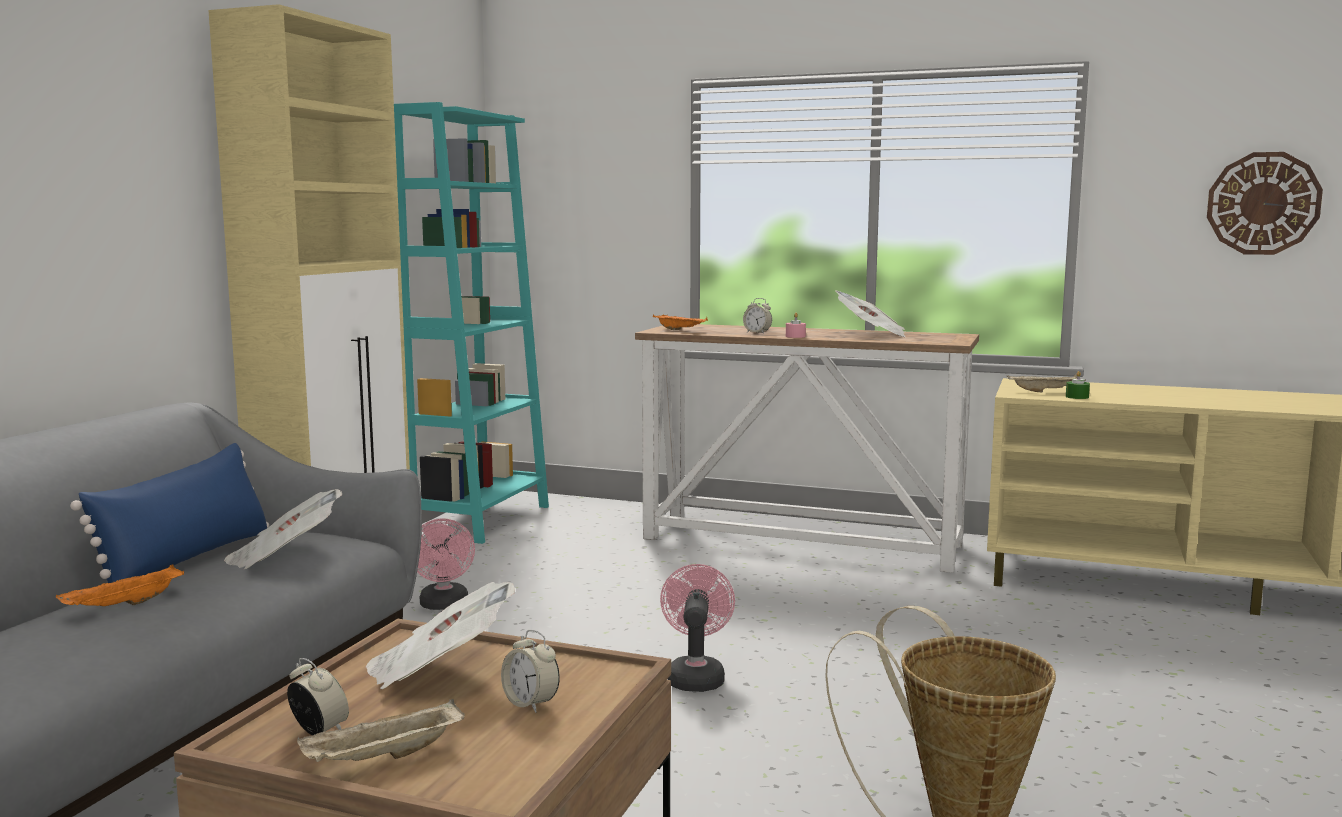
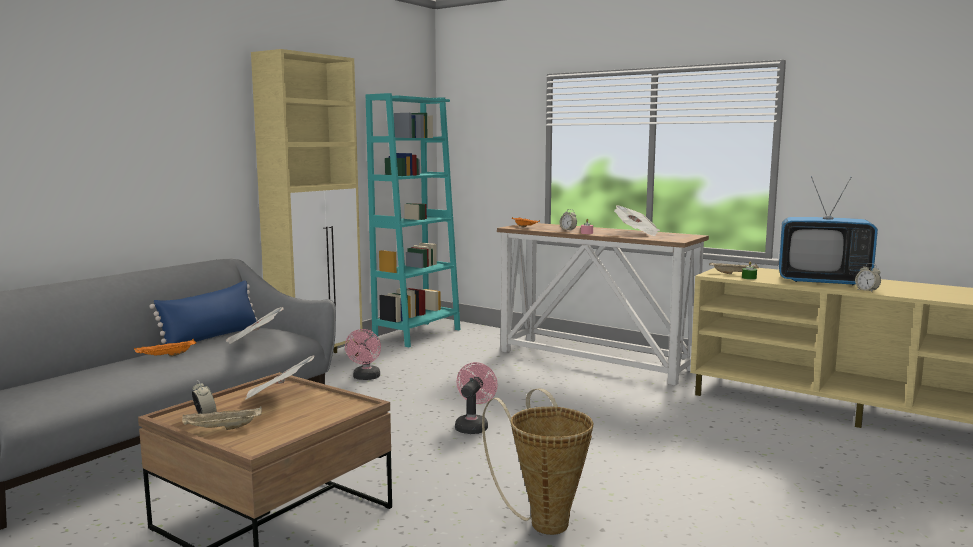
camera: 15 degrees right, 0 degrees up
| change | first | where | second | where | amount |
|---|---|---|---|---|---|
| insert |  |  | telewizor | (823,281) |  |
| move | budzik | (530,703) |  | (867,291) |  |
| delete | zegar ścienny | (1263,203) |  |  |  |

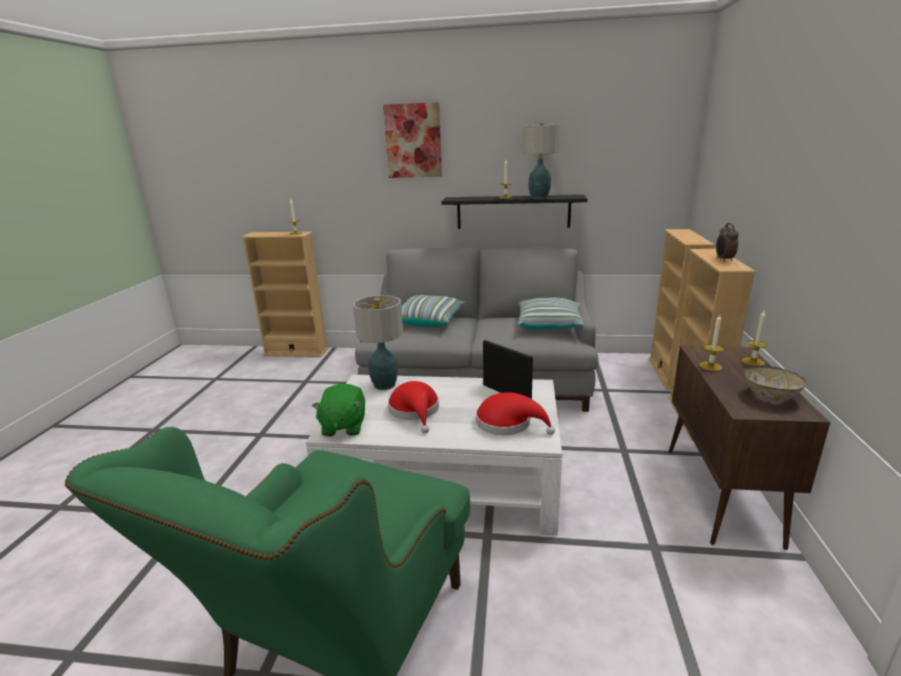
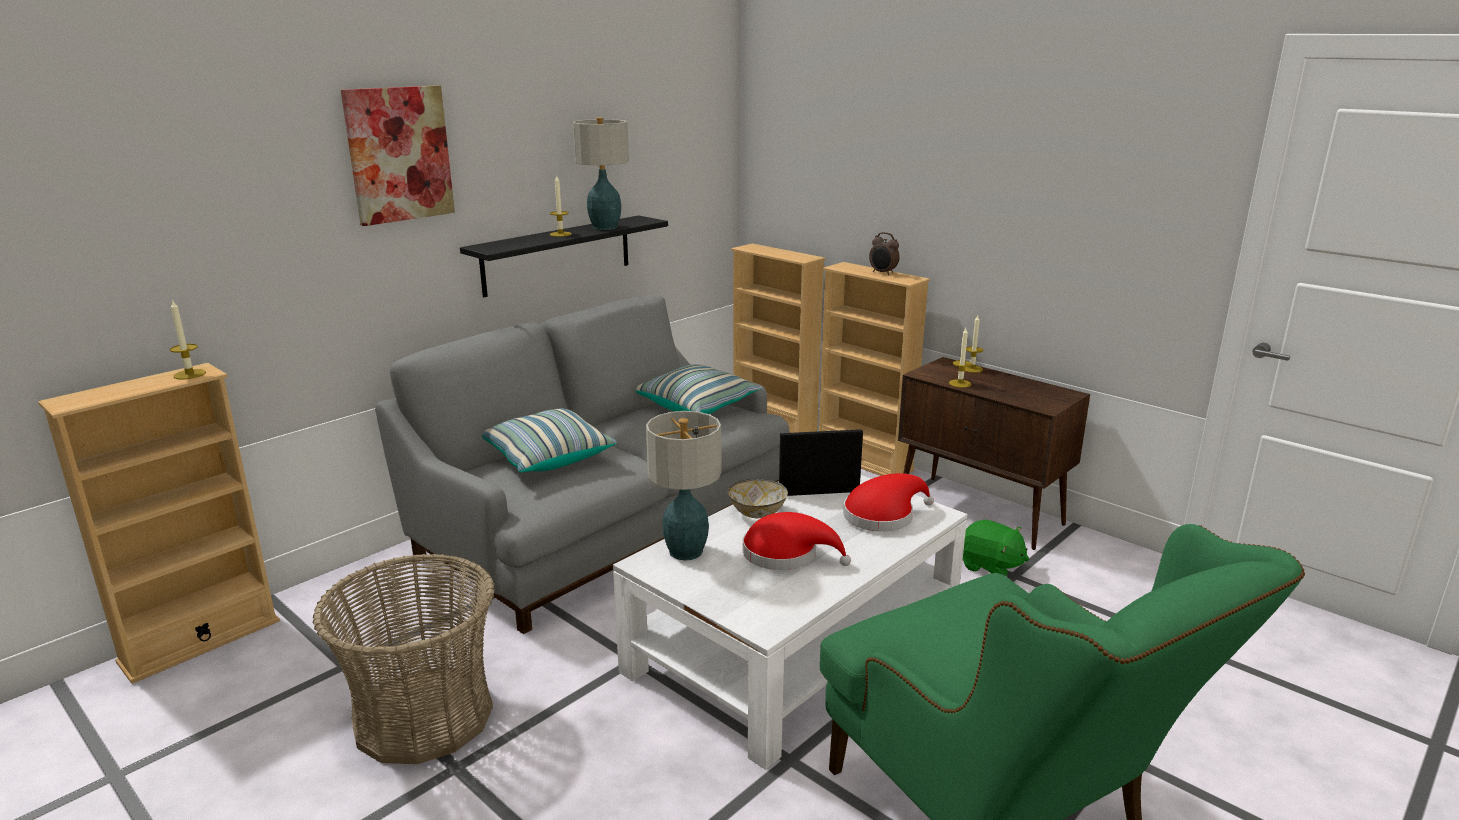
camera: 55 degrees left, 0 degrees up
| change | first | where | second | where | amount |
|---|---|---|---|---|---|
| insert |  |  | koszyk | (424,716) |  |
| move | miska | (769,396) |  | (757,513) |  |
| move | pluszak [zielony] | (343,426) |  | (990,566) |  |

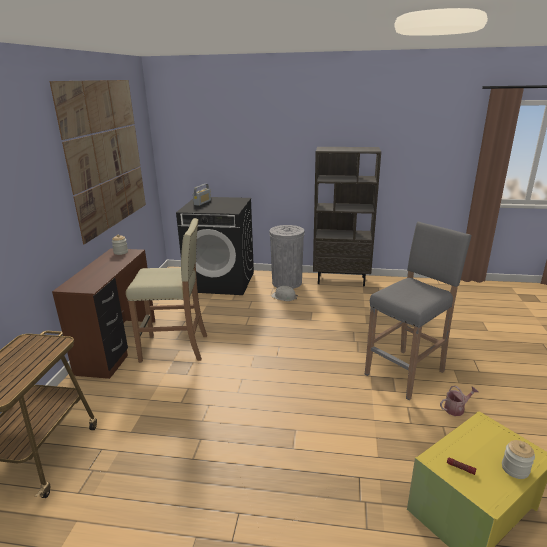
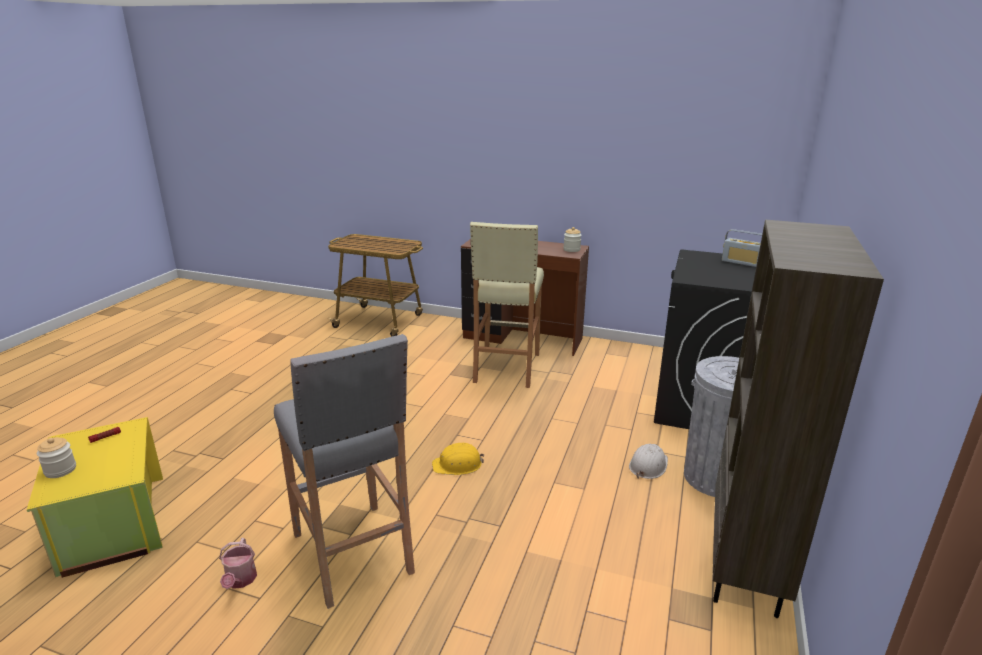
camera: 100 degrees right, 0 degrees up
| change | first | where | second | where | amount |
|---|---|---|---|---|---|
| insert |  |  | kask [żółty] | (458,465) |  |
| delete | obraz | (106,155) |  |  |  |

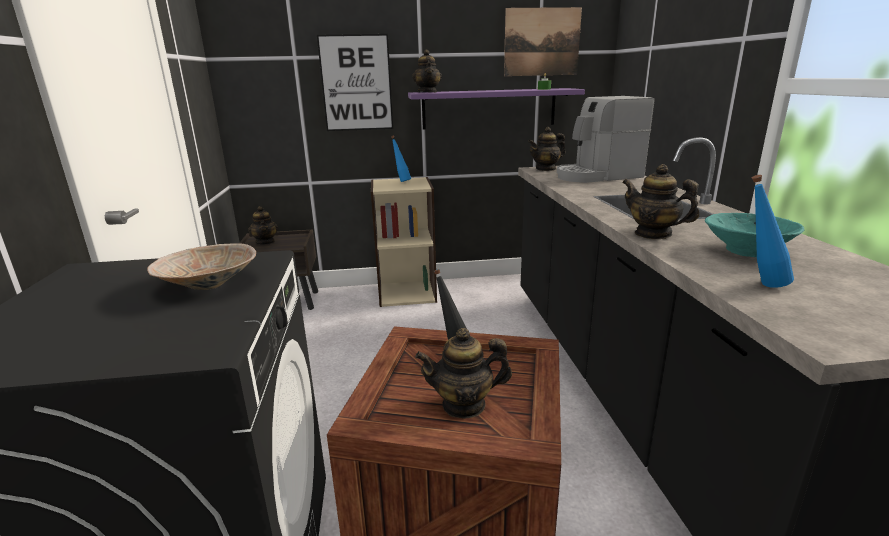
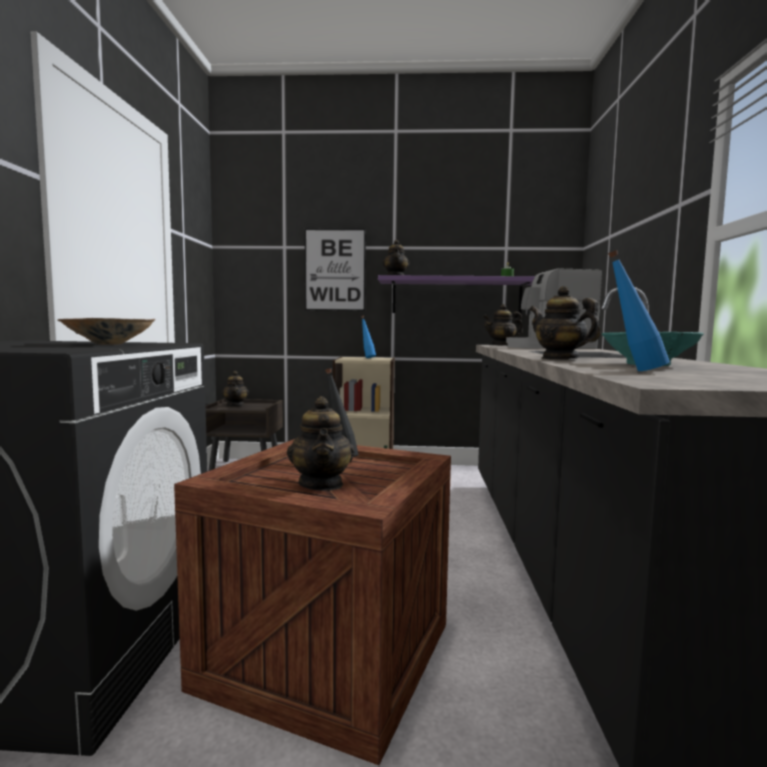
camera: 10 degrees right, 15 degrees down
| change | first | where | second | where | amount |
|---|---|---|---|---|---|
| rotate | imbryk | (464,405) |  | (321,484) | 105 degrees counterclockwise |
| delete | obraz | (542,42) |  |  |  |

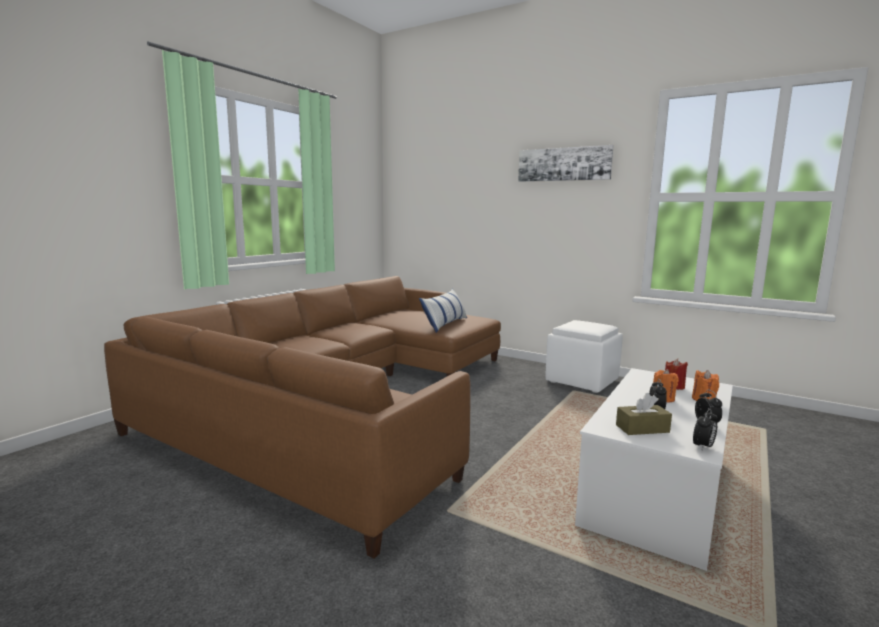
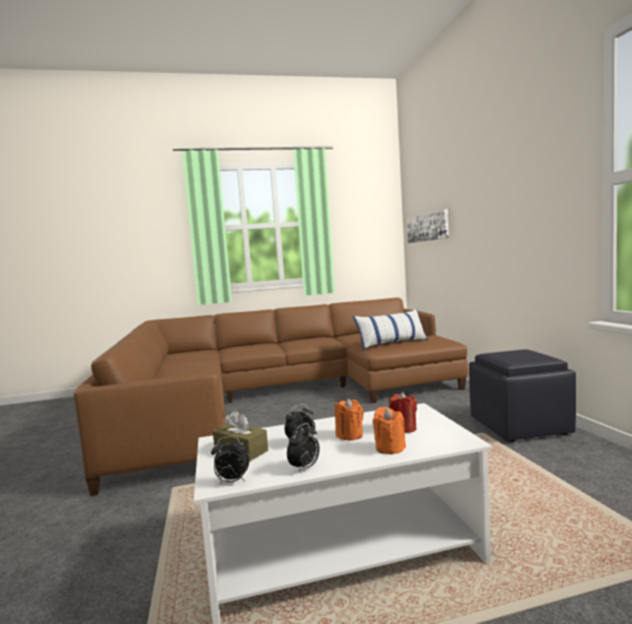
camera: 45 degrees right, 5 degrees down
| change | first | where | second | where | amount |
|---|---|---|---|---|---|
| move | obraz | (564,164) |  | (427,227) |  |
| recolor | pufa [biały] | (581,381) | pufa [czarny] | (518,426) |  |

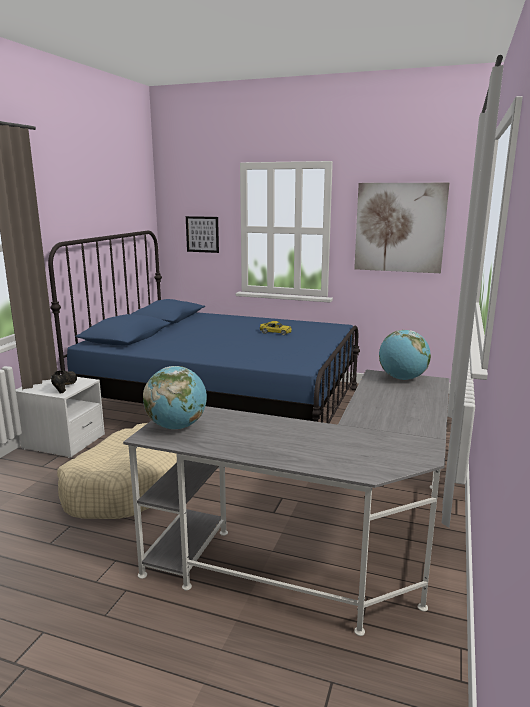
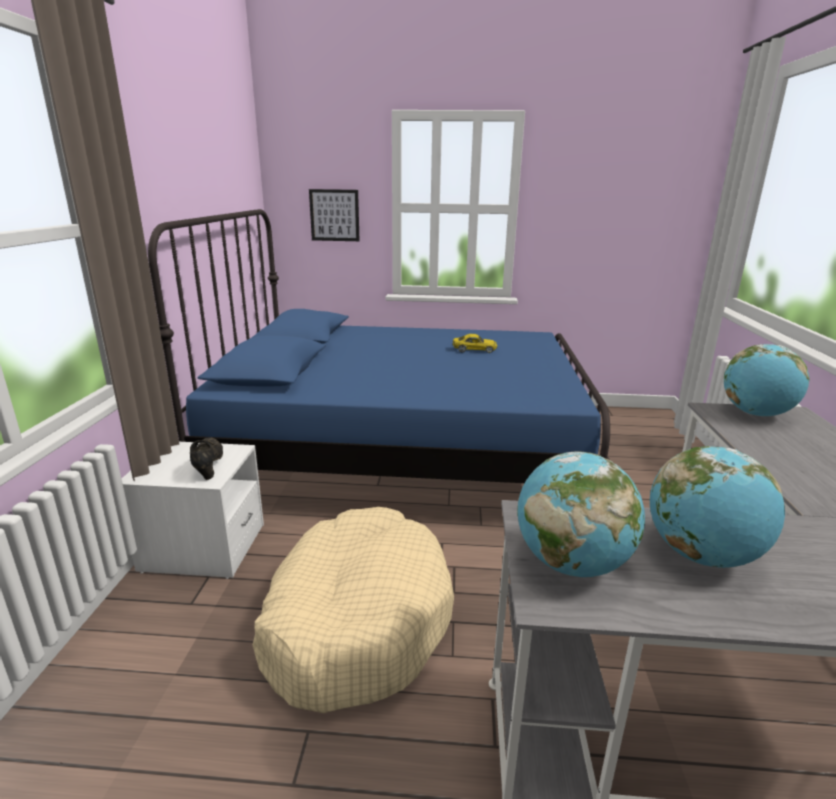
camera: 15 degrees left, 5 degrees up
| change | first | where | second | where | amount |
|---|---|---|---|---|---|
| insert |  |  | globus | (701,555) |  |
| delete | obraz | (399,227) |  |  |  |

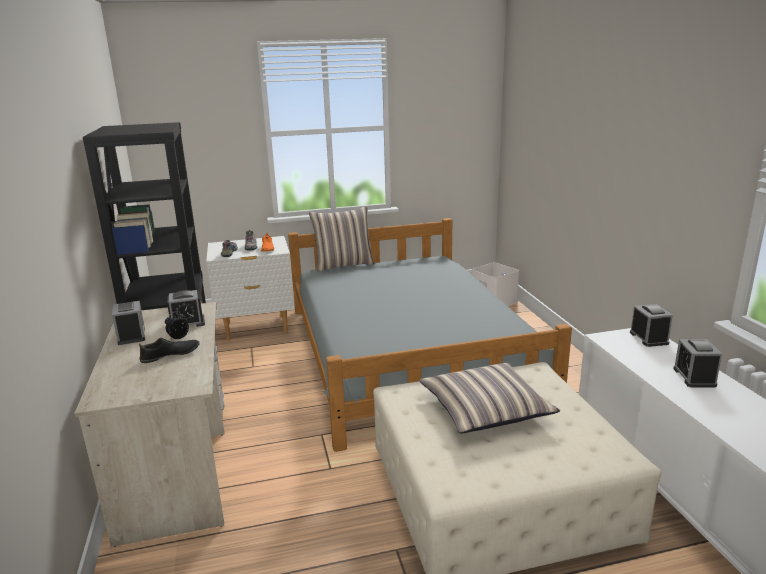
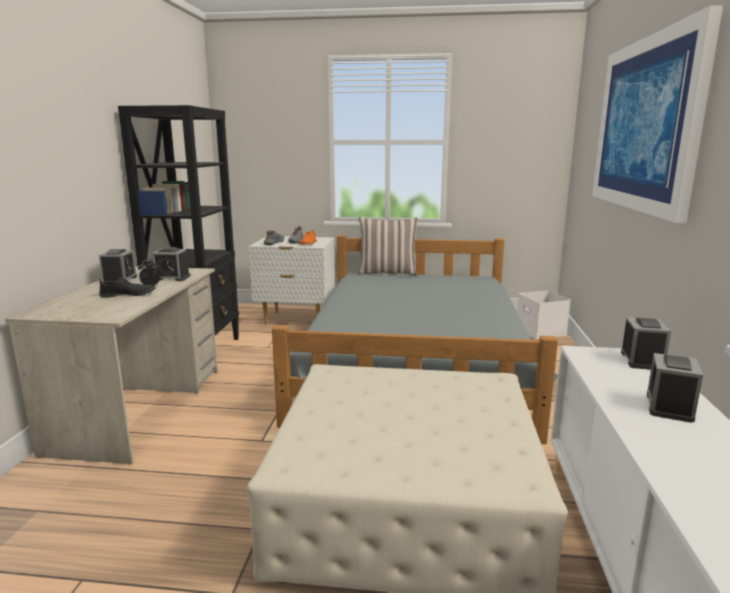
camera: 20 degrees right, 5 degrees down
| change | first | where | second | where | amount |
|---|---|---|---|---|---|
| insert |  |  | obraz | (645,125) |  |
| delete | poduszka | (485,409) |  |  |  |

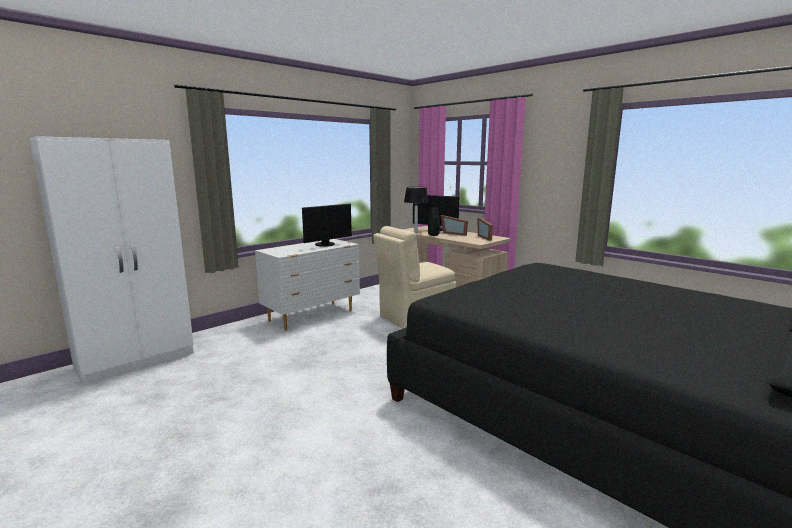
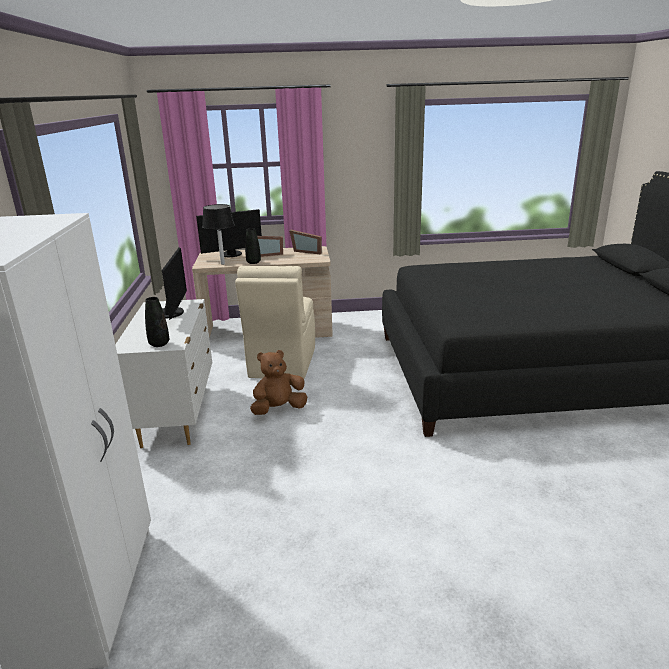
camera: 50 degrees left, 10 degrees up
| change | first | where | second | where | amount |
|---|---|---|---|---|---|
| insert |  |  | wazon [czarny] | (159,344) |  |
| insert |  |  | pluszak [brązowy] | (279,409) |  |

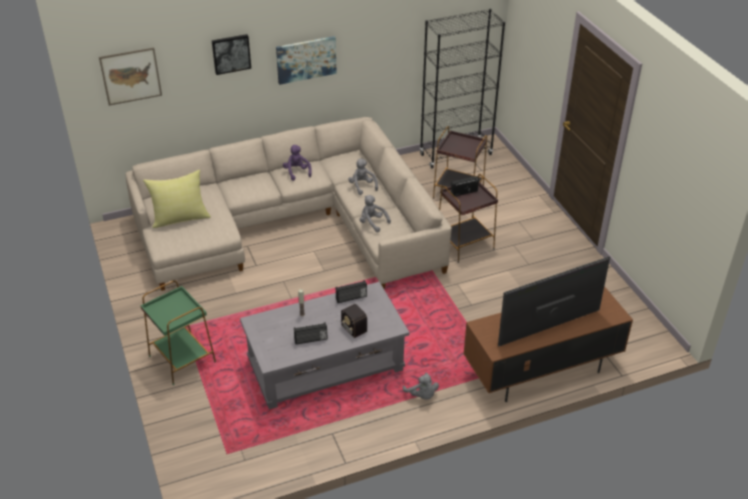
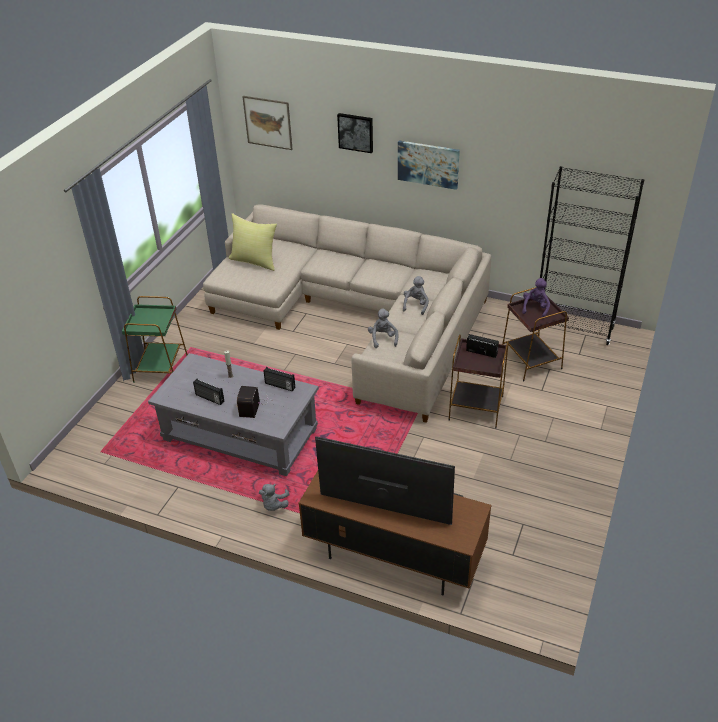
camera: 45 degrees right, 0 degrees up
| change | first | where | second | where | amount |
|---|---|---|---|---|---|
| move | pluszak [fioletowy] | (297,172) |  | (535,308) |  |

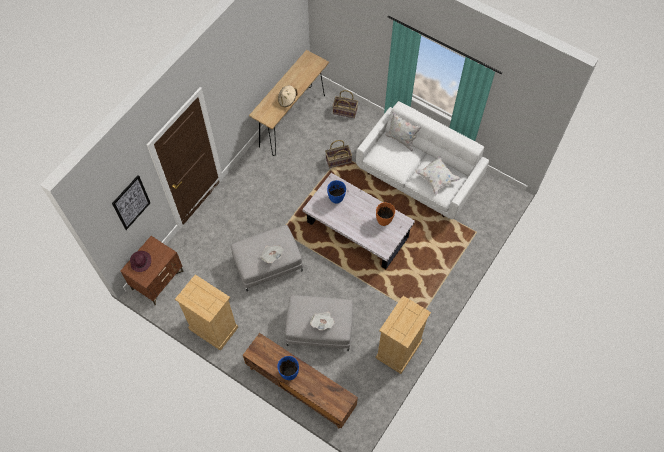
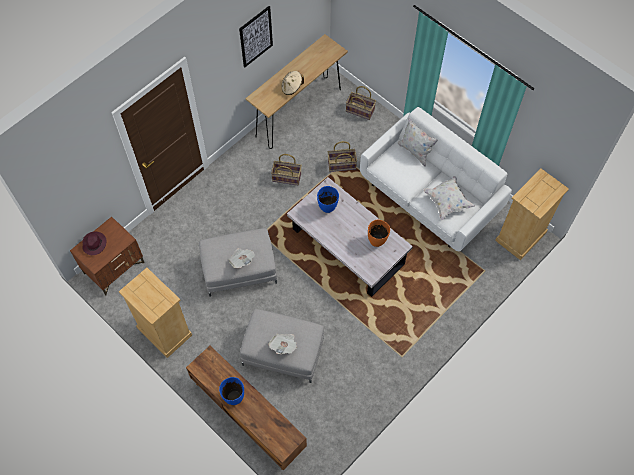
camera: 10 degrees right, 0 degrees up
| change | first | where | second | where | amount |
|---|---|---|---|---|---|
| move | obraz | (131,202) |  | (256,36) |  |
| insert |  |  | koszyk | (287,177) |  |
| move | komoda [beżowy] | (398,350) |  | (520,237) |  |

